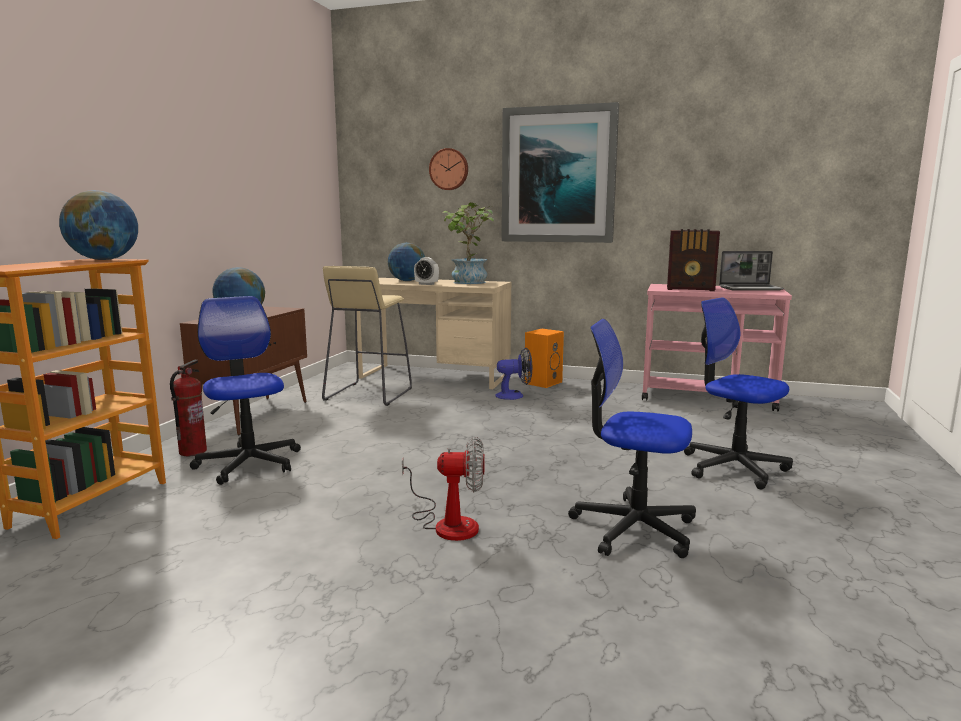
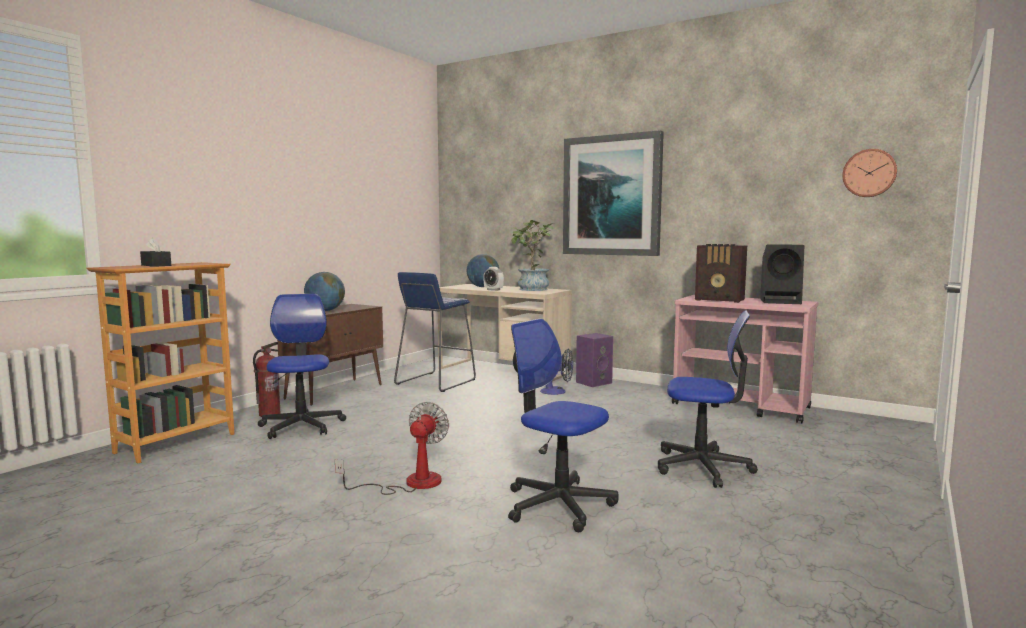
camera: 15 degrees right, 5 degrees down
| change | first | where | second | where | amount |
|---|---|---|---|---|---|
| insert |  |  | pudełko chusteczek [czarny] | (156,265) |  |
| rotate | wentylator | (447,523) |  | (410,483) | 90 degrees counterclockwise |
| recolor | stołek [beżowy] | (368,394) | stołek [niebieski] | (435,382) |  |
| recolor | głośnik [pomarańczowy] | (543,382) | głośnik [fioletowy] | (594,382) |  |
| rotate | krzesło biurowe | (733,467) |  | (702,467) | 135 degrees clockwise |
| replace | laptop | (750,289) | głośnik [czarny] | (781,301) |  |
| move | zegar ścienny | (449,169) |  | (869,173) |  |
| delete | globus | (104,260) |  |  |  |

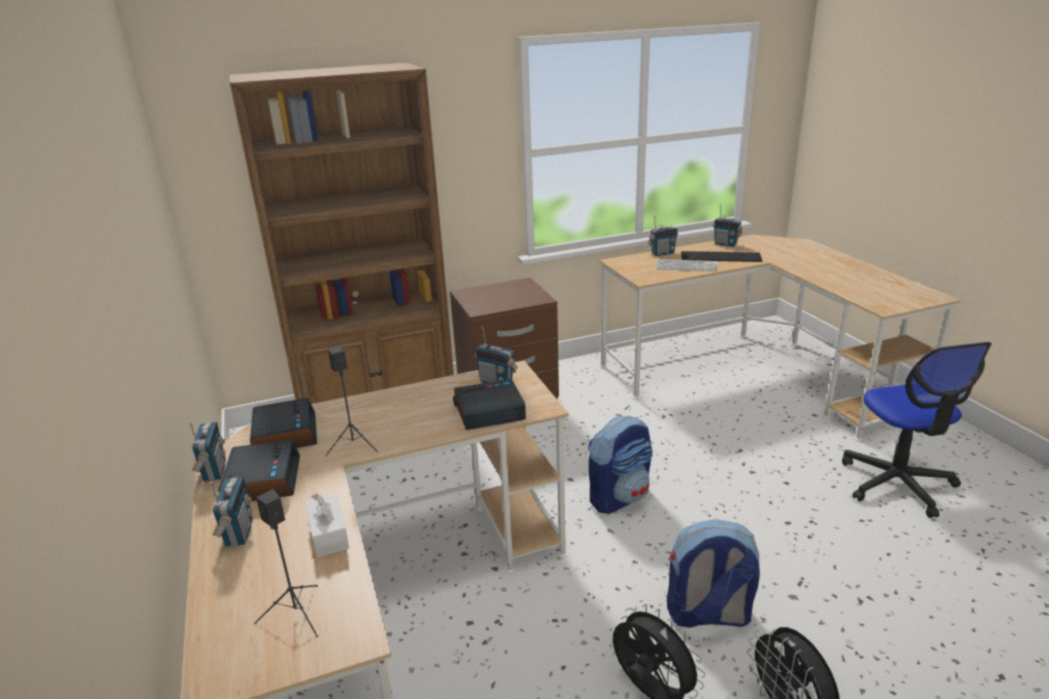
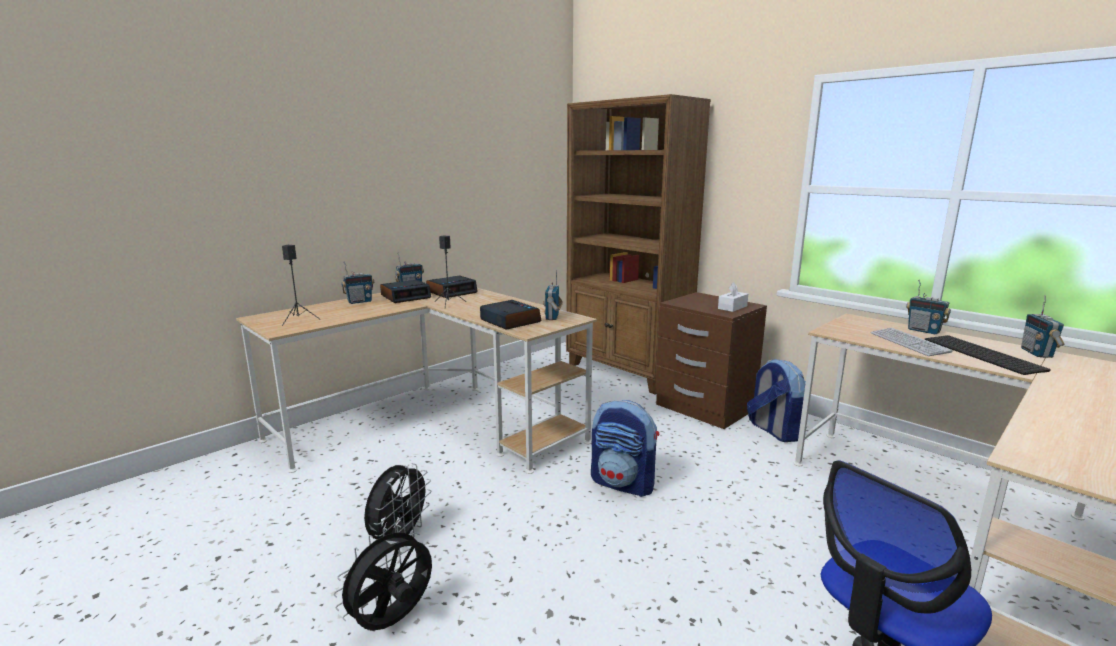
camera: 65 degrees right, 10 degrees down
| change | first | where | second | where | amount |
|---|---|---|---|---|---|
| move | pudełko chusteczek [biały] | (329,534) |  | (732,307) |  |
| move | plecak | (708,615) |  | (773,431) |  |

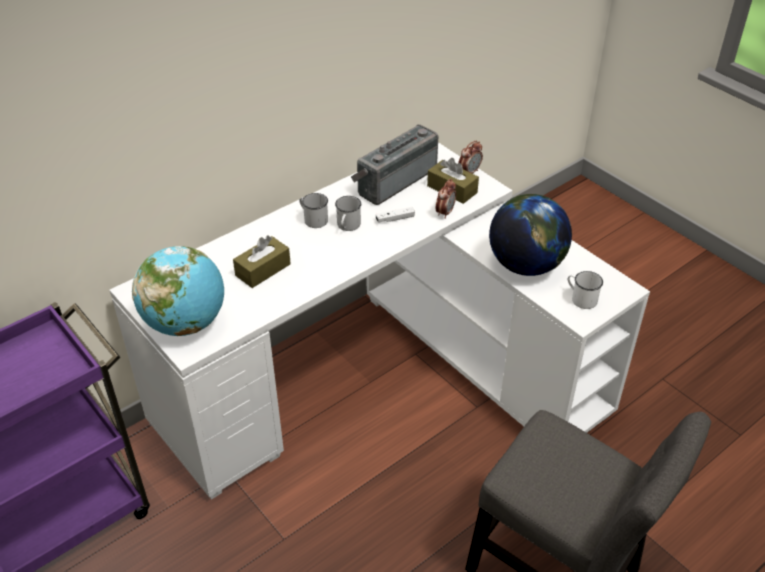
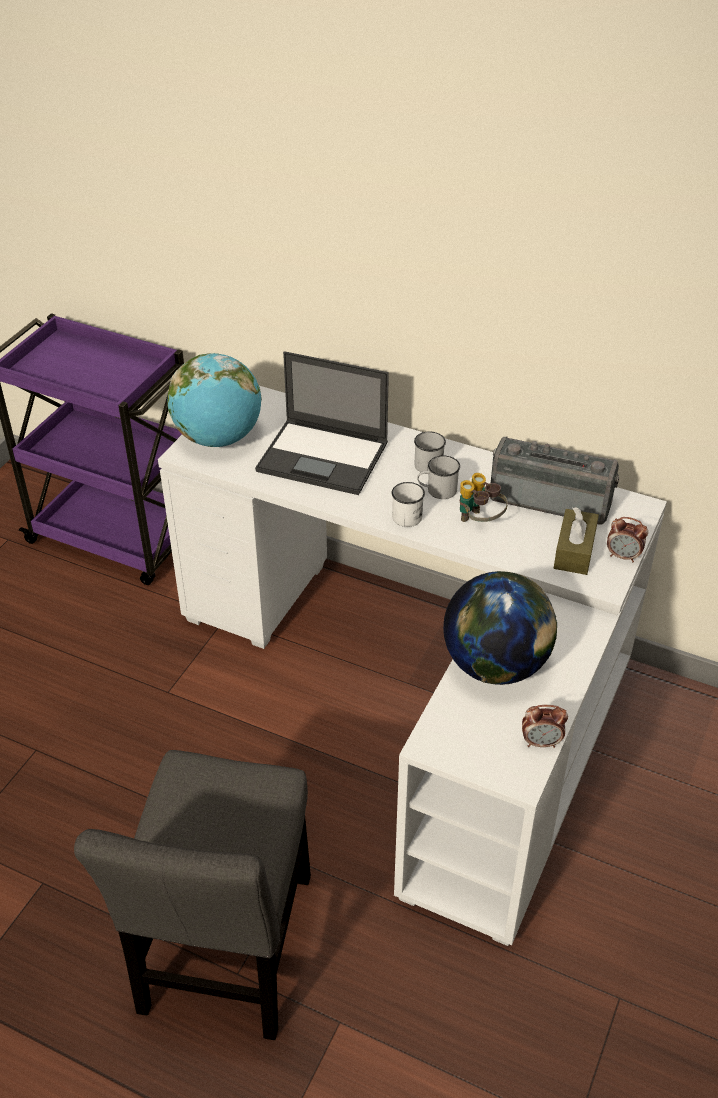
camera: 65 degrees right, 0 degrees up
| change | first | where | second | where | amount |
|---|---|---|---|---|---|
| replace | pudełko chusteczek [brązowy] | (263,270) | laptop | (324,457) |  |
| move | kubek [biały] | (580,298) |  | (408,514) |  |
| replace | pad do gier [biały] | (395,219) | lornetka | (479,522) |  |
| move | budzik | (445,212) |  | (541,742) |  |

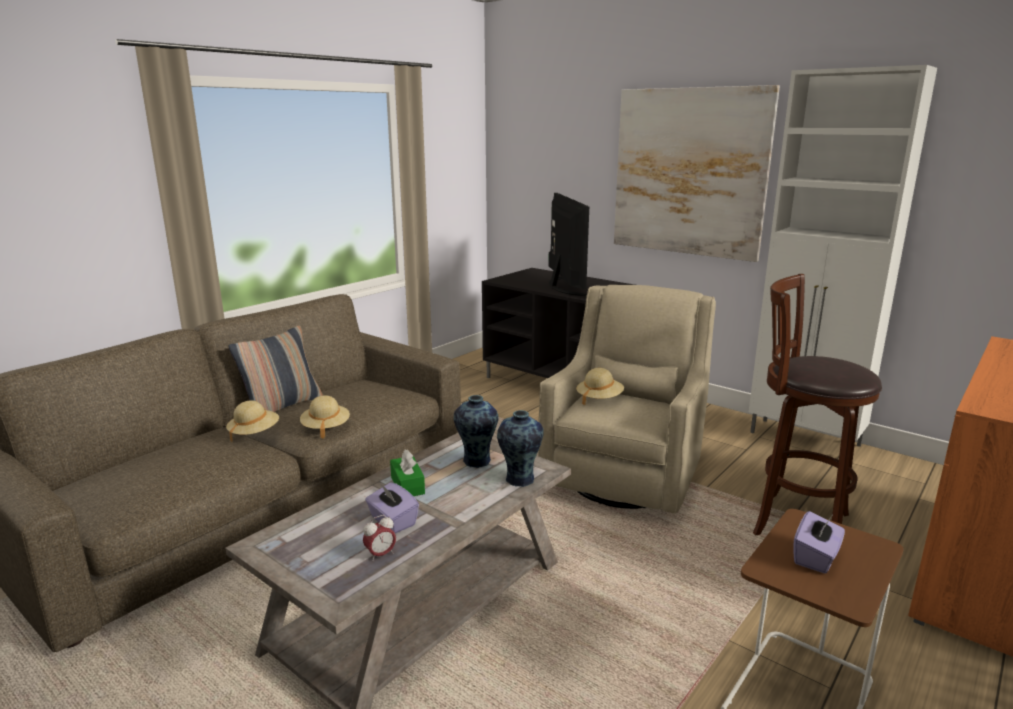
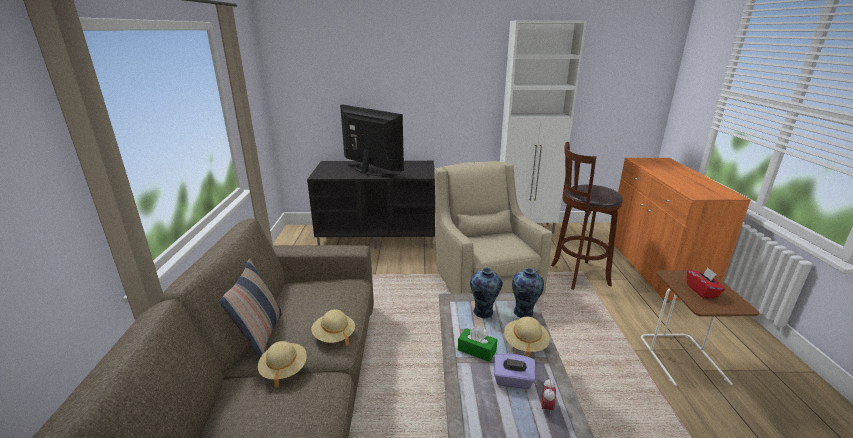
camera: 40 degrees left, 5 degrees up
| change | first | where | second | where | amount |
|---|---|---|---|---|---|
| move | kapelusz [beżowy] | (599,399) |  | (525,344) |  |
| recolor | pudełko chusteczek [fioletowy] | (816,557) | pudełko chusteczek [czerwony] | (702,291) |  |
| delete | obraz | (689,172) |  |  |  |

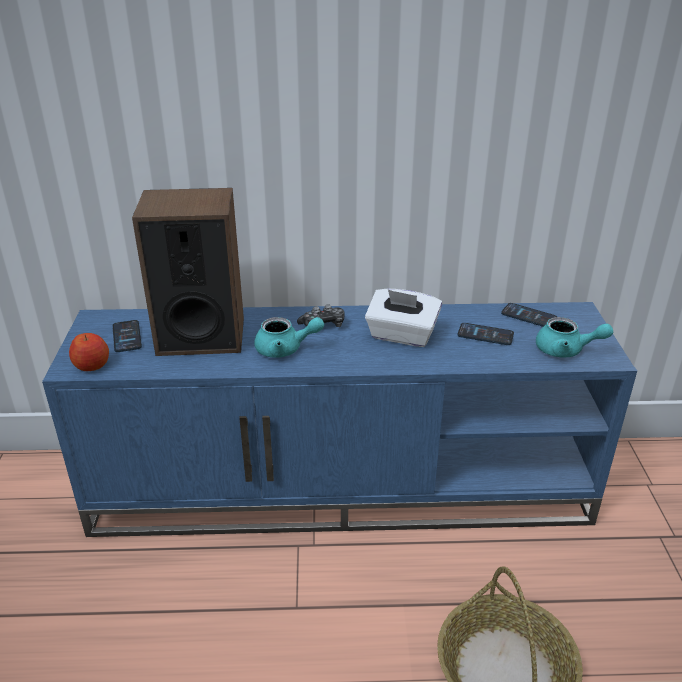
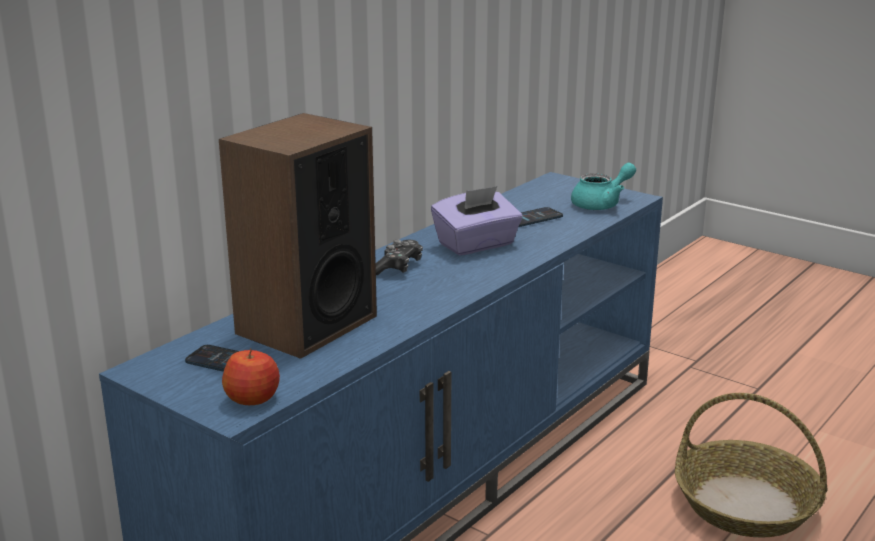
camera: 50 degrees left, 10 degrees down
| change | first | where | second | where | amount |
|---|---|---|---|---|---|
| recolor | pudełko chusteczek [biały] | (401,335) | pudełko chusteczek [fioletowy] | (476,245) |  |
| delete | imbryk [turkusowy] | (285,349) |  |  |  |
| delete | telefon | (528,316) |  |  |  |

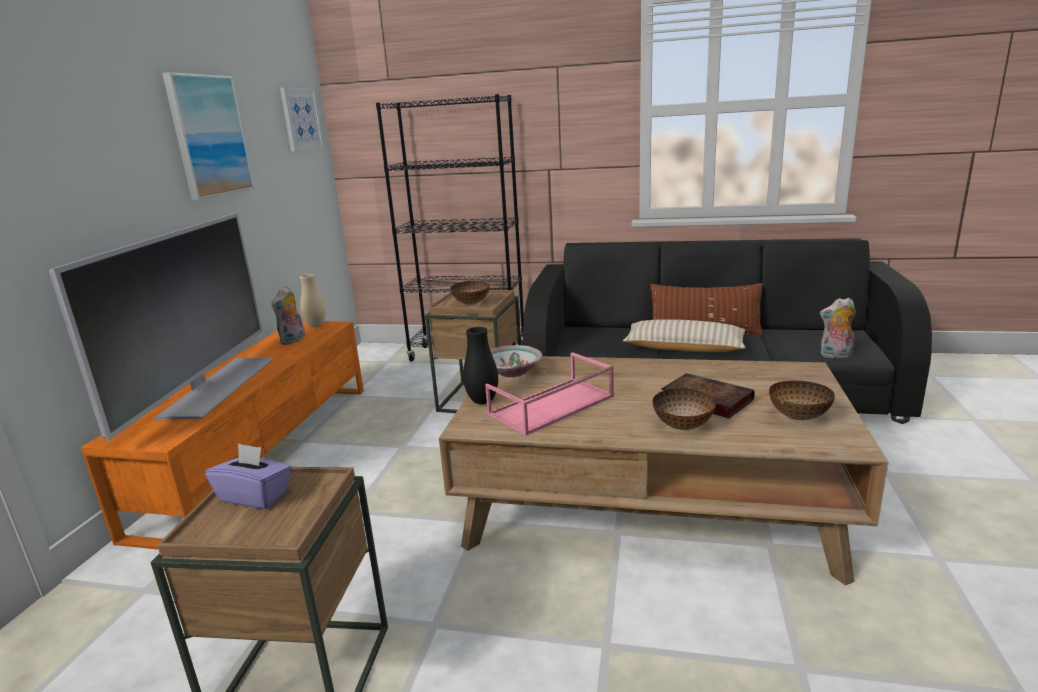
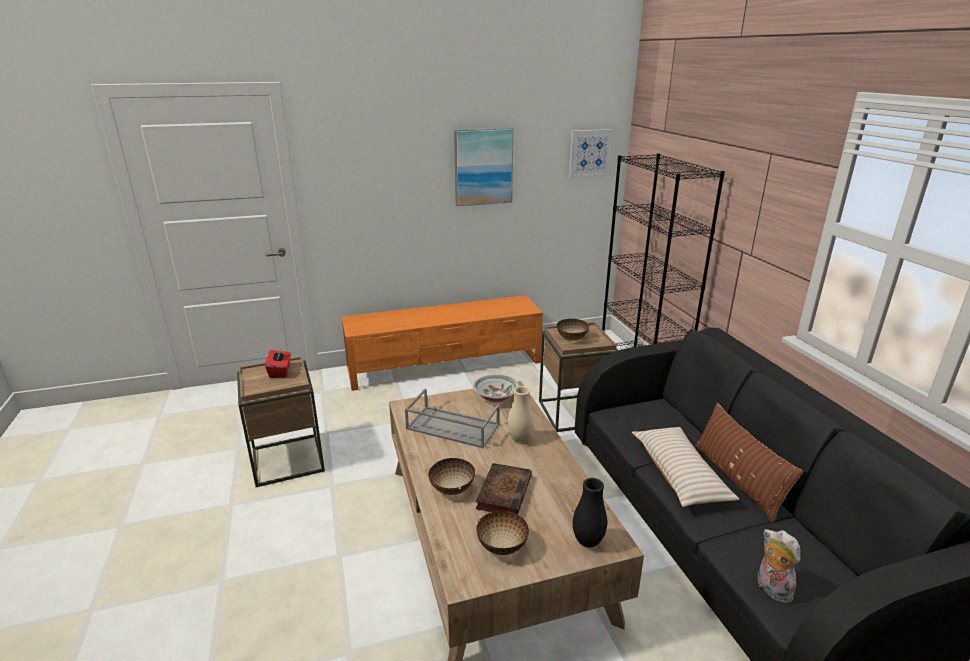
camera: 60 degrees right, 5 degrees up
| change | first | where | second | where | amount |
|---|---|---|---|---|---|
| recolor | pudełko chusteczek [fioletowy] | (255,496) | pudełko chusteczek [czerwony] | (280,371) |  |
| recolor | taca [różowy] | (551,406) | taca [szary] | (451,427) |  |
| move | wazon [beżowy] | (316,326) |  | (520,439) |  |
| move | wazon [czarny] | (482,401) |  | (587,541) |  |
| delete | telewizor | (216,386) |  |  |  |
| delete | pluszak | (293,341) |  |  |  |

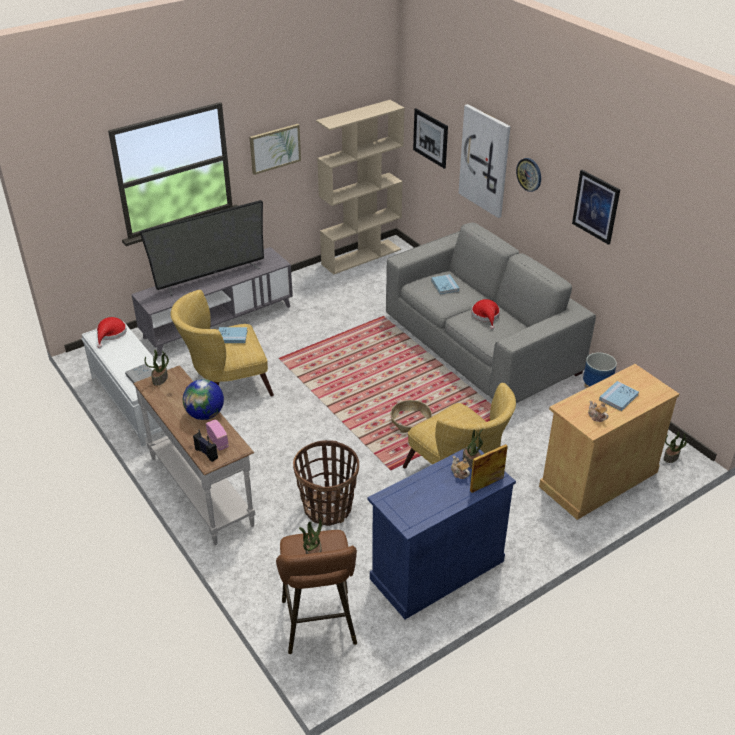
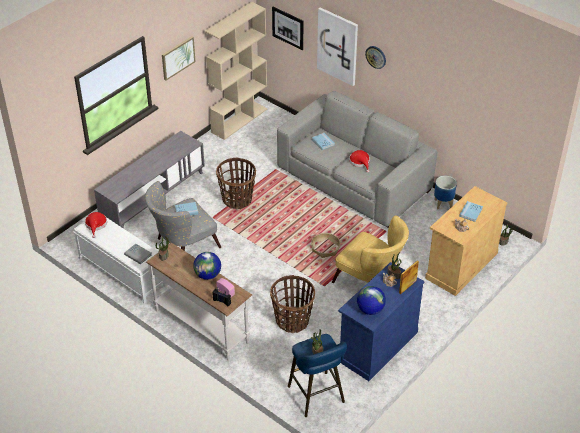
camera: 15 degrees left, 5 degrees up
| change | first | where | second | where | amount |
|---|---|---|---|---|---|
| recolor | fotel [żółty] | (225,385) | fotel [szary] | (182,245) |  |
| insert |  |  | koszyk | (237,199) |  |
| recolor | stołek [brązowy] | (319,626) | stołek [niebieski] | (317,397) |  |
| insert |  |  | globus | (370,310) |  |
| delete | telewizor | (211,277) |  |  |  |
| delete | obraz | (596,206) |  |  |  |

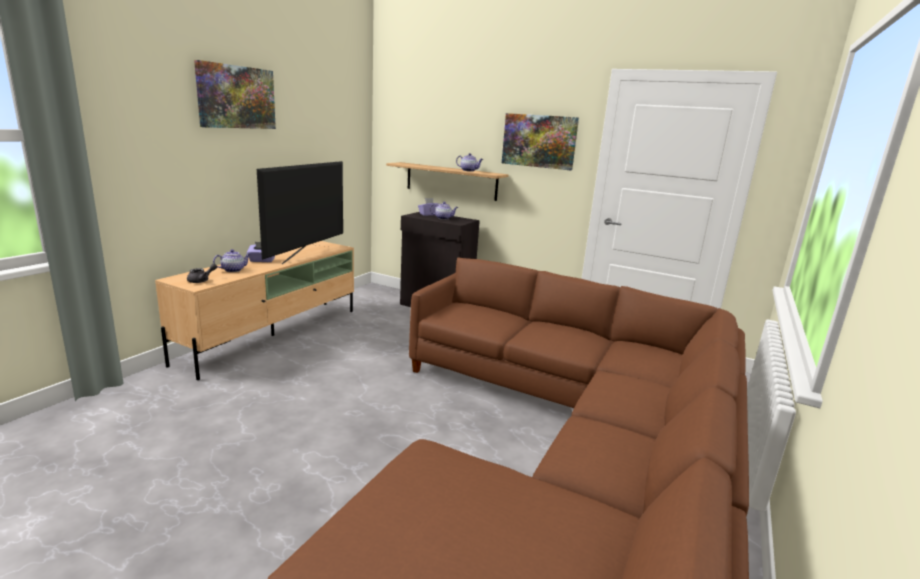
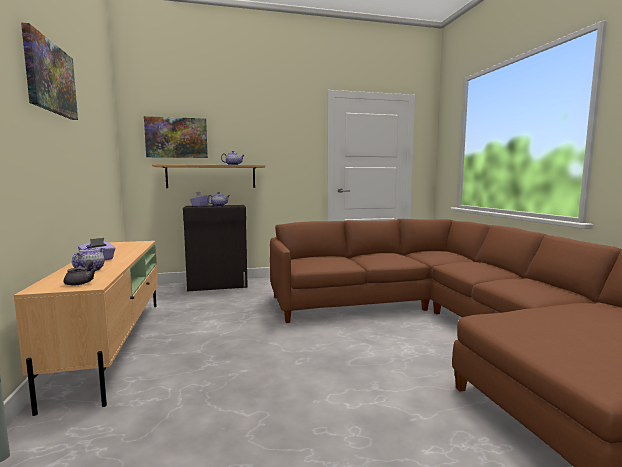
camera: 40 degrees left, 10 degrees down
| change | first | where | second | where | amount |
|---|---|---|---|---|---|
| move | obraz | (539,141) |  | (176,137) |  |
| delete | telewizor | (306,255) |  |  |  |

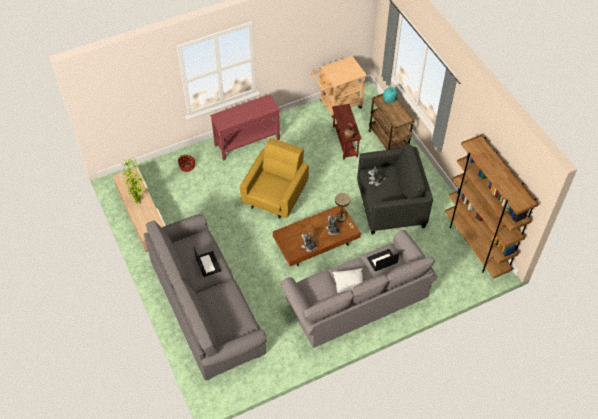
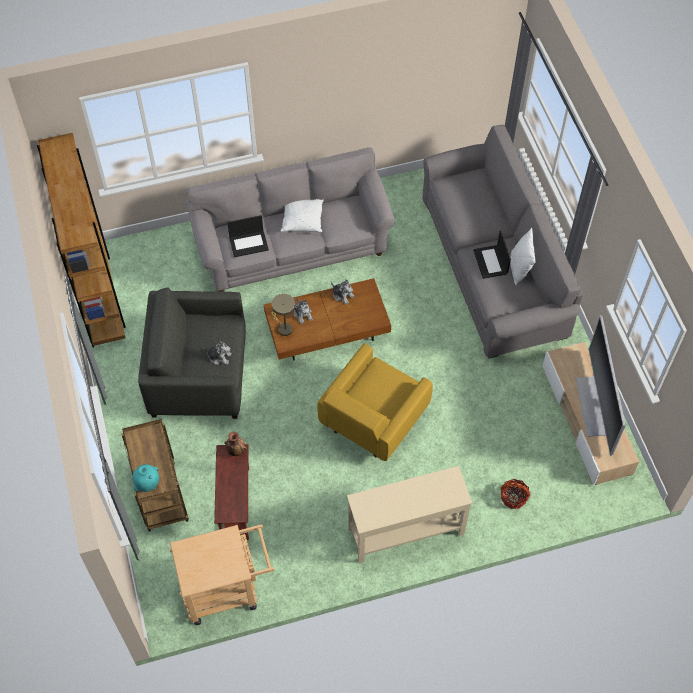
camera: 170 degrees left, 5 degrees up
| change | first | where | second | where | amount |
|---|---|---|---|---|---|
| recolor | stolik konsolowy [czerwony] | (247,142) | stolik konsolowy [beżowy] | (405,531) |  |
| insert |  |  | poduszka [biały] | (519,268) |  |
| replace | roślina doniczkowa | (139,202) | telewizor | (592,406) |  |

